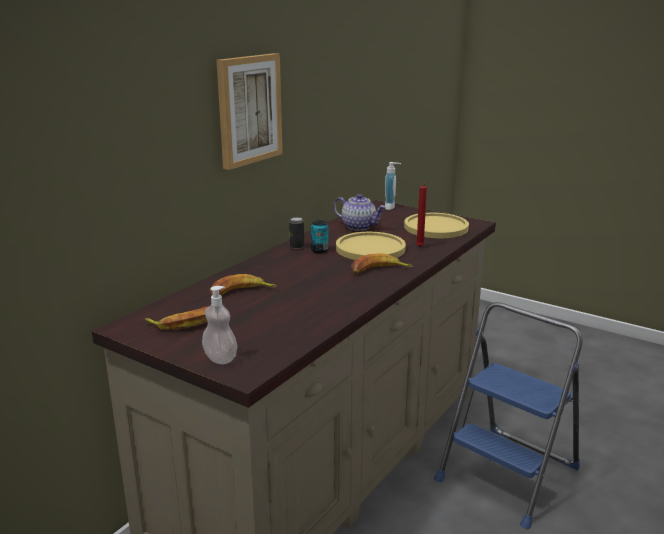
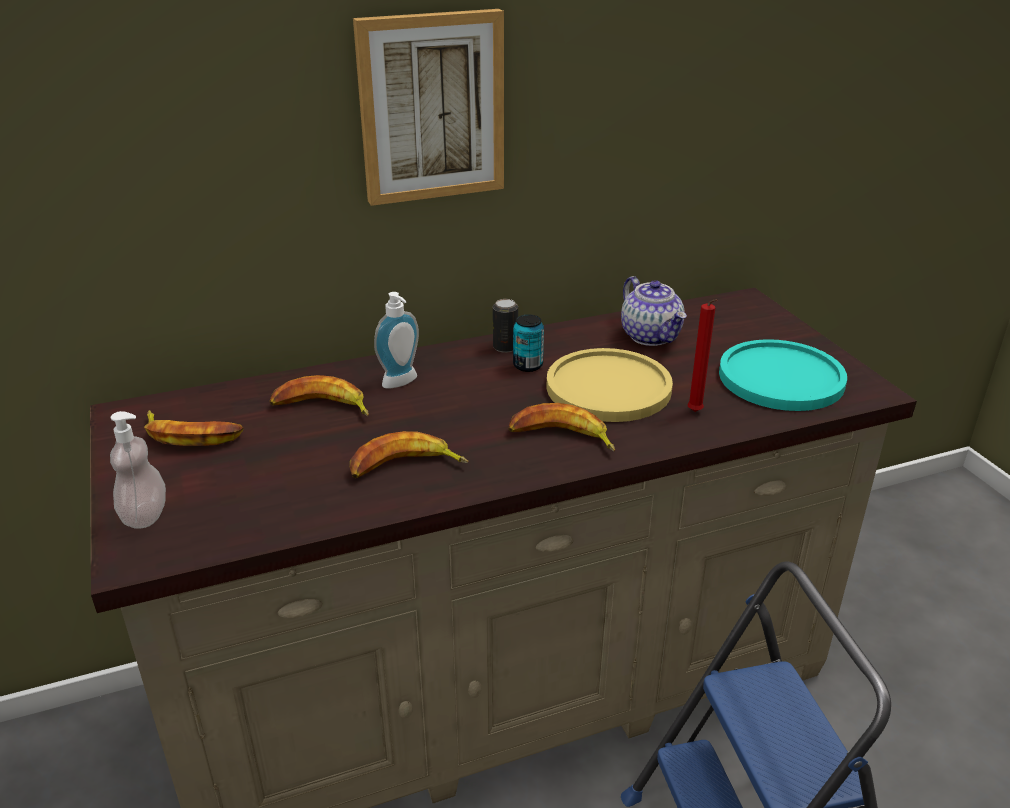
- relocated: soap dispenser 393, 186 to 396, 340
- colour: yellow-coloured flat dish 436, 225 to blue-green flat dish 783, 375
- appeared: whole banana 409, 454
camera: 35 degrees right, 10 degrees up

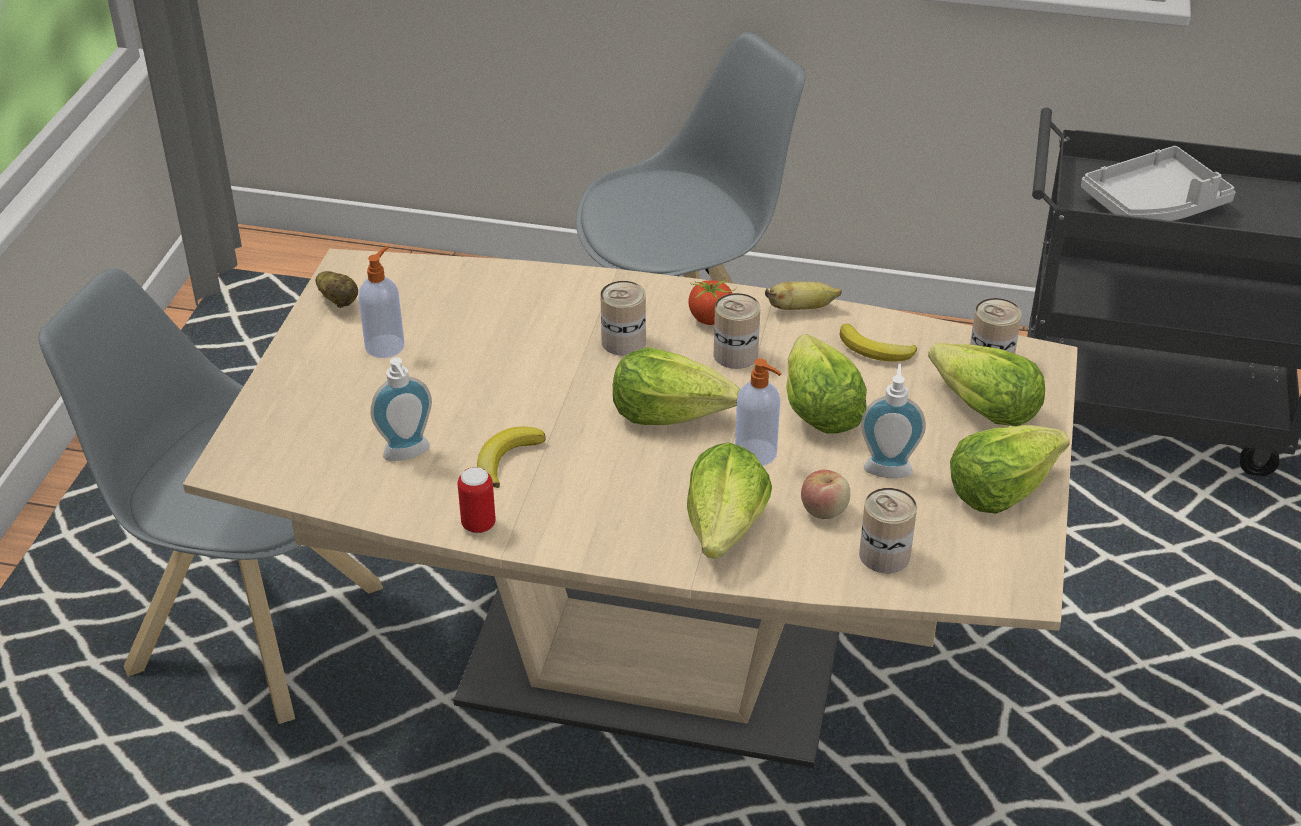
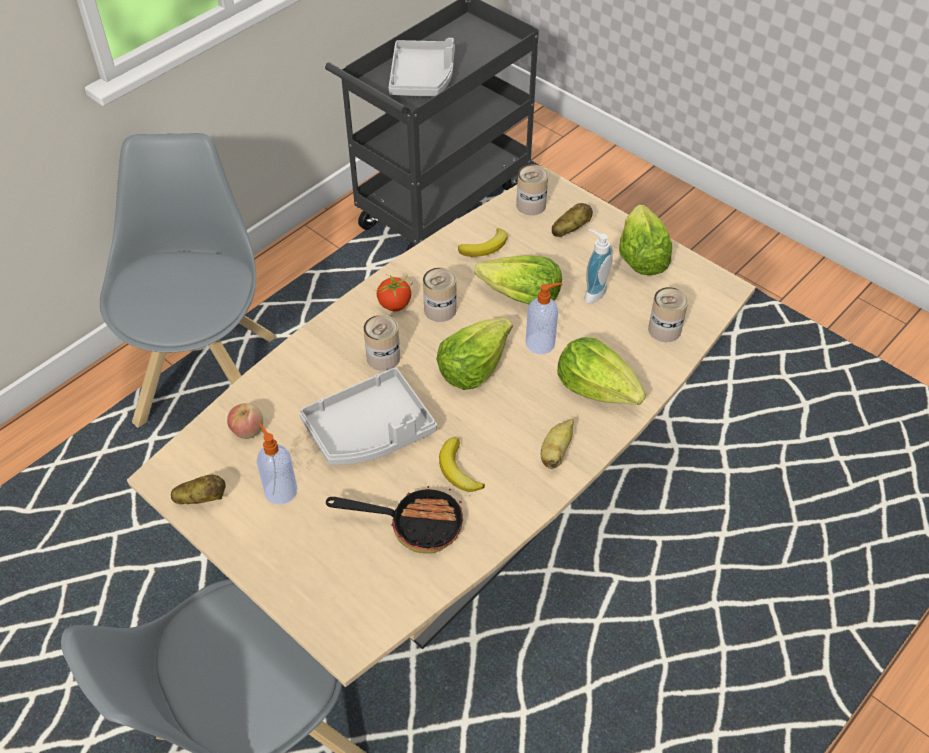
- relocated: whole banana 803, 296 to 557, 444
- exchanged: lettuce head 986, 384 to whole potato 572, 220
- exchanged: soap dispenser 401, 409 to frying pan 394, 519
- missing: metal can 477, 500
- relocated: apple fruit 825, 494 to 245, 421
- appeared: grey tray 368, 416
camera: 60 degrees left, 10 degrees up

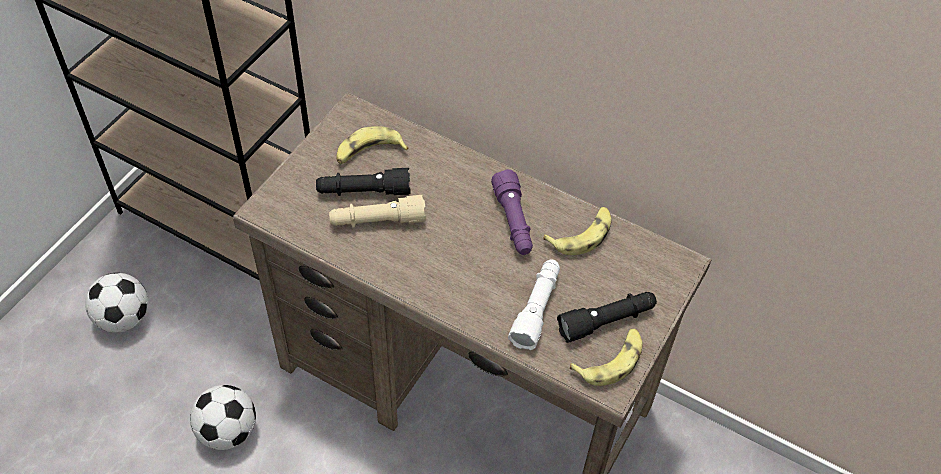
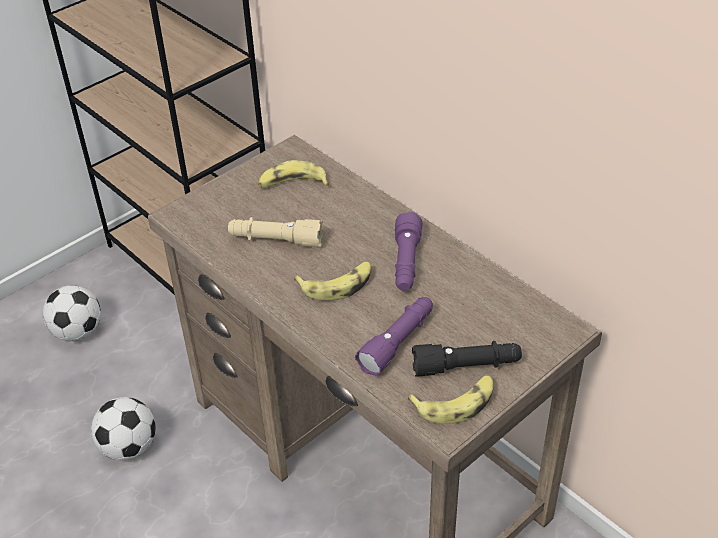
- missing: black-coloured torch 363, 182
- relocated: whole banana 577, 231 to 332, 281
- colour: white-coloured torch 534, 304 to purple torch 394, 336
camera: 20 degrees right, 10 degrees down

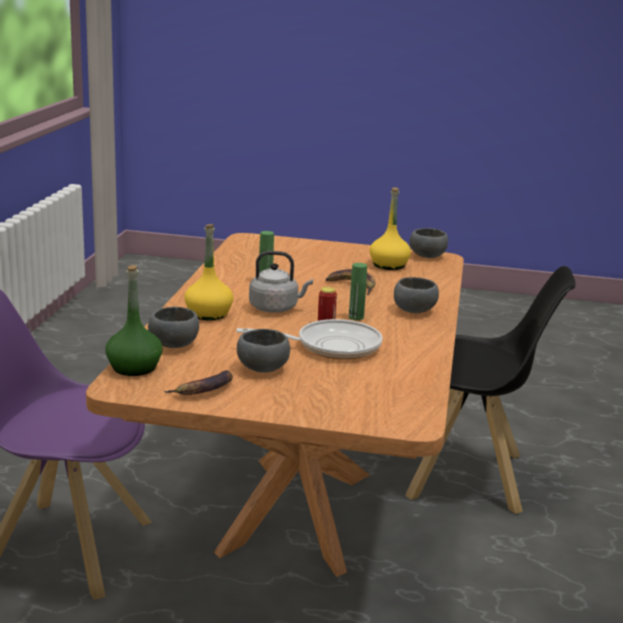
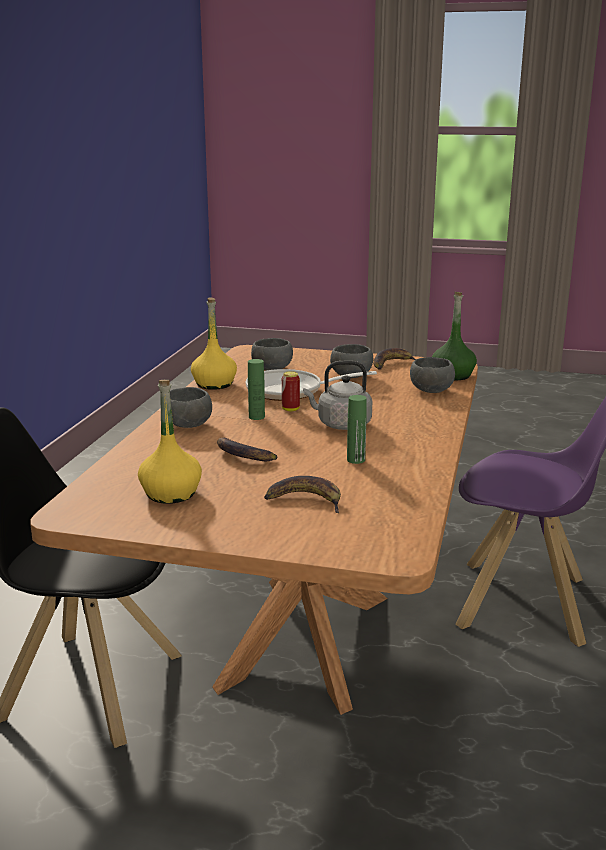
- relocated: yellow-coloured bottle 209, 272 to 214, 344
- relocated: grey serving bowl 429, 243 to 272, 354
- appeared: whole banana 302, 494
camera: 175 degrees left, 0 degrees up

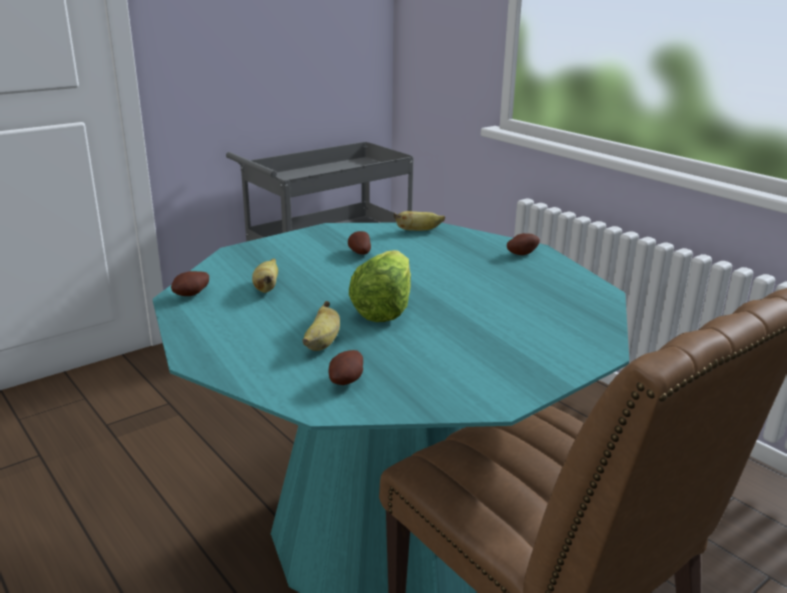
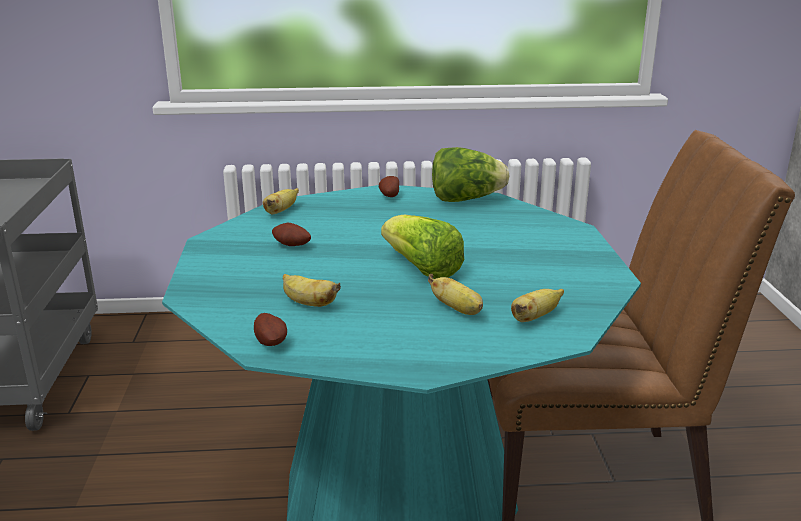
- exchanged: whole potato 346, 367 to whole banana 537, 305
- appeared: lettuce head 470, 174
camera: 55 degrees left, 0 degrees up

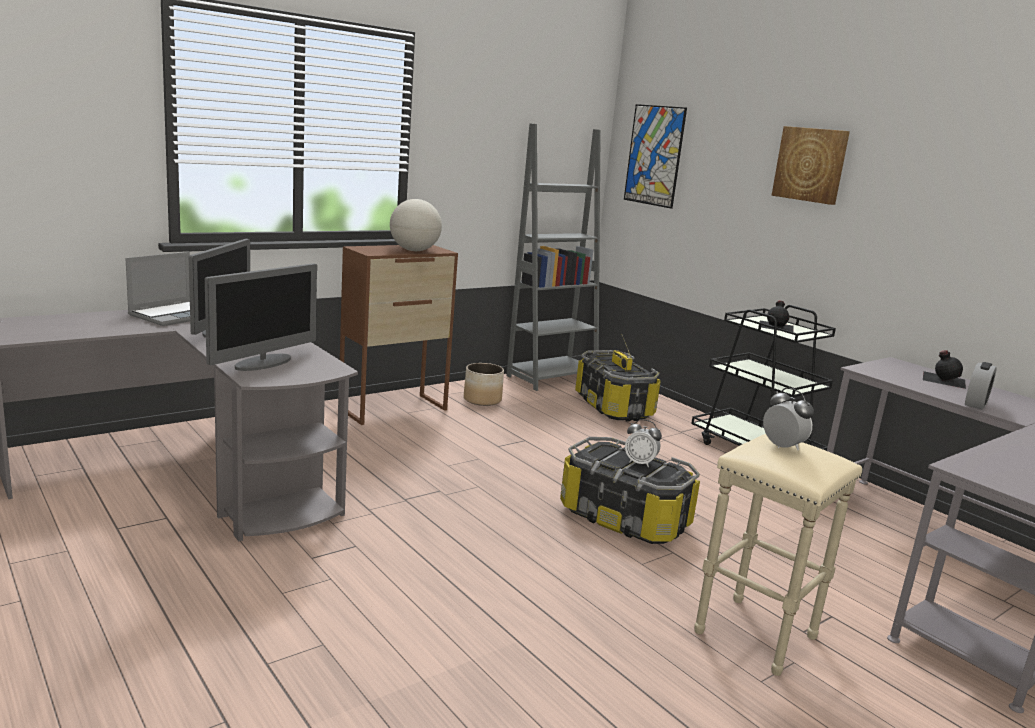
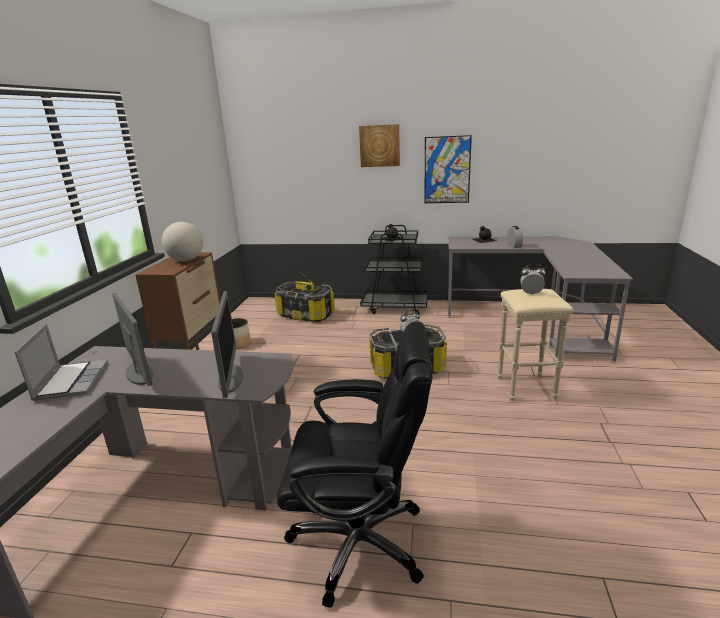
- relocated: wall art 655, 156 to 448, 169
- missing: grey bookcase 553, 257
- appeared: black-coloured desk chair 355, 464
camera: 40 degrees left, 5 degrees up

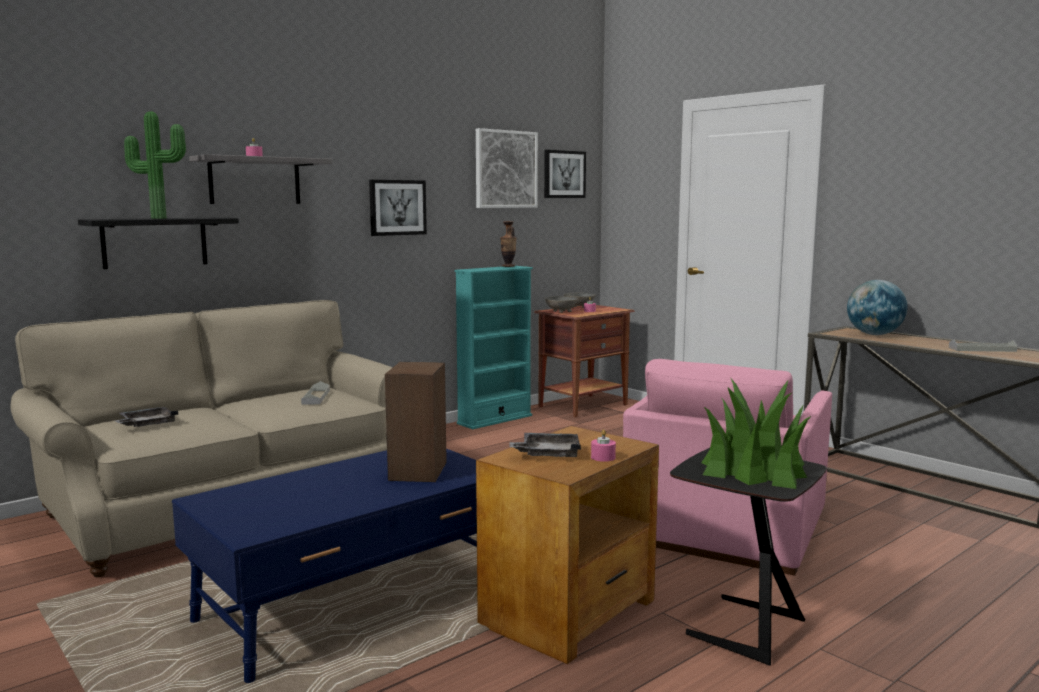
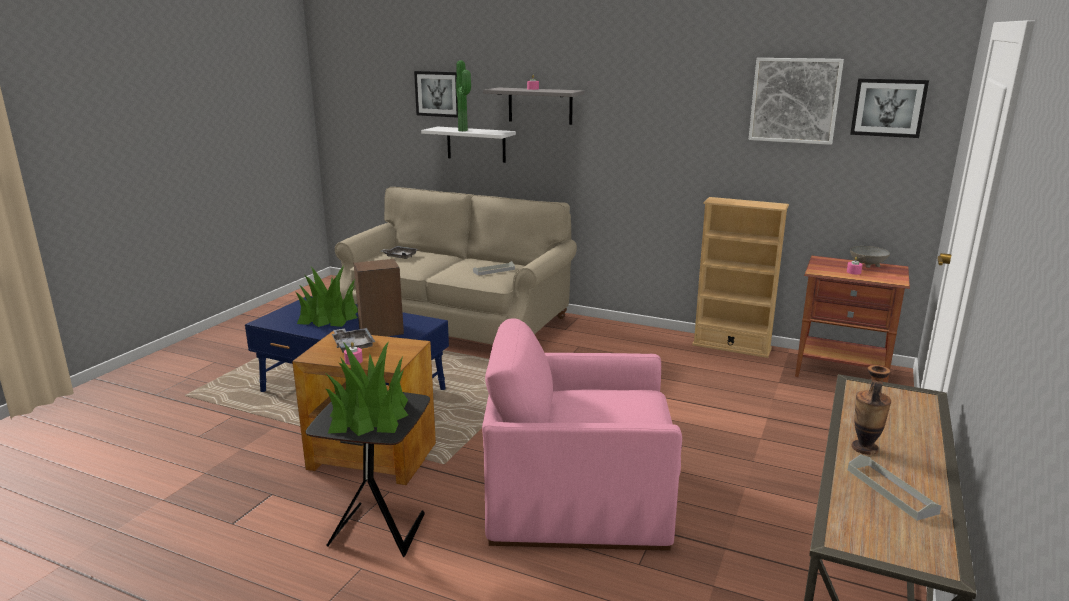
- relocated: wall art 398, 208 to 436, 94
- colour: black-coloured bracket shelf 158, 243 to white-coloured bracket shelf 468, 145
- relocated: vase 508, 244 to 871, 410
- colour: blue-green bookcase 494, 347 to beige bookcase 740, 277
- missing: world globe 877, 307
- missing: grey serving bowl 561, 304
- appeared: potted plant 327, 296
camera: 65 degrees right, 10 degrees up

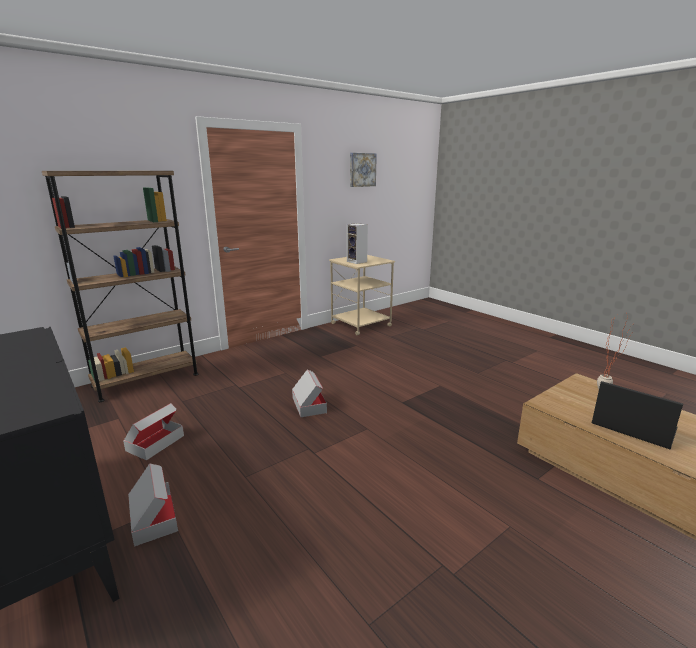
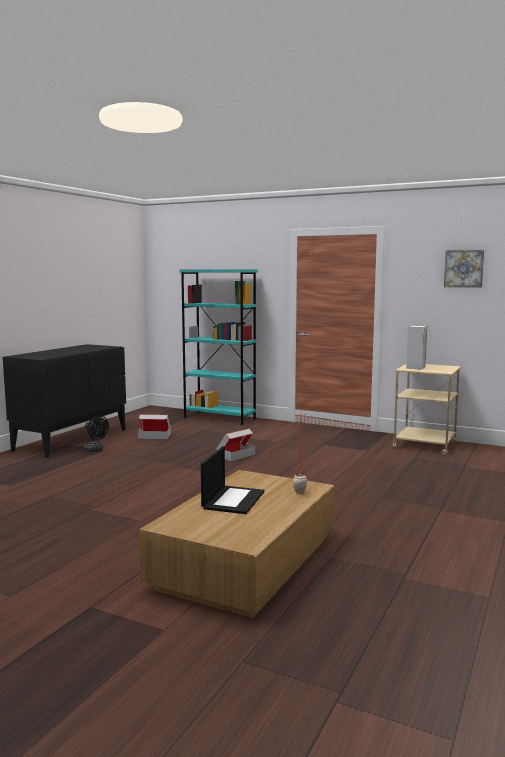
- colour: brownish bookcase 120, 286 to blue-green bookcase 218, 347
- exchanged: carton 153, 505 to black-coloured electric fan 96, 433
camera: 65 degrees right, 10 degrees down

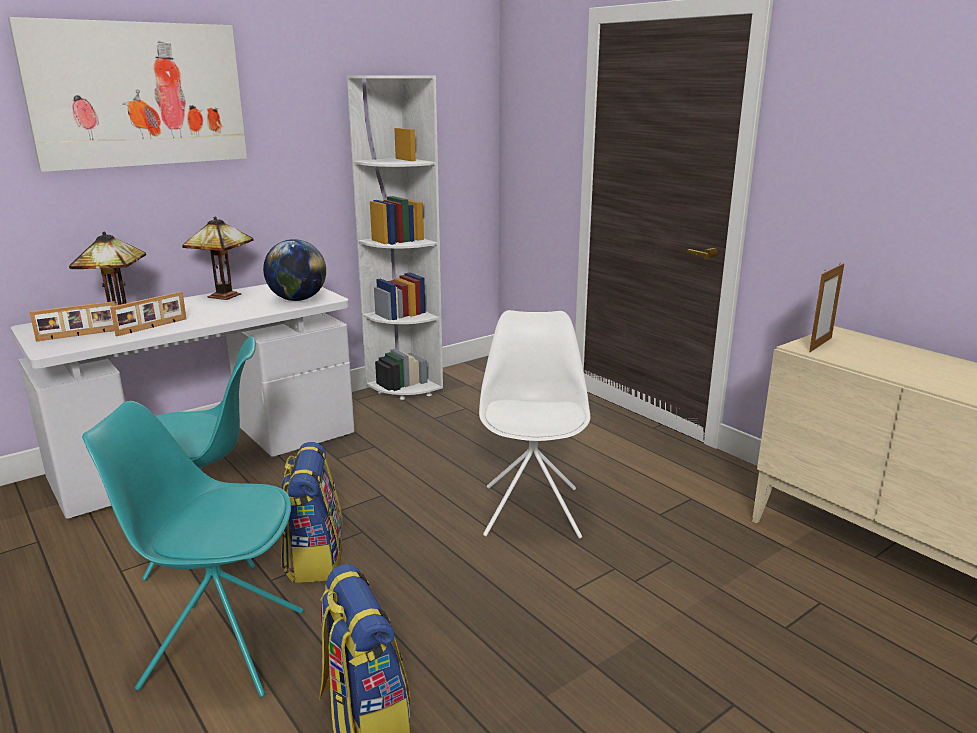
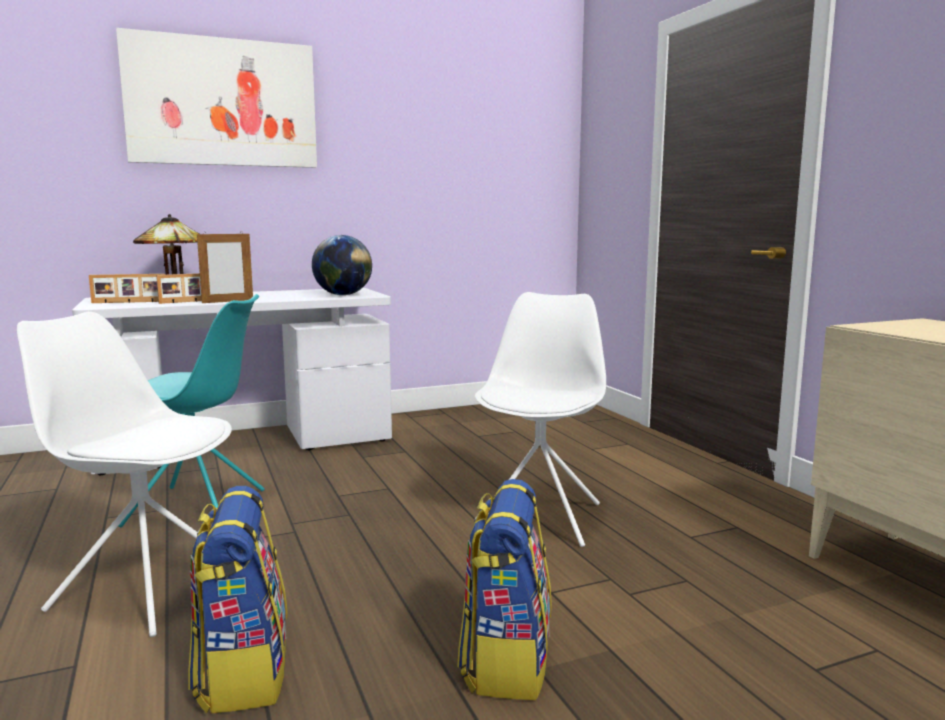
- missing: white-coloured bookcase 395, 237
- missing: lamp for a table 218, 258
- relocated: picture frame 826, 307 to 225, 267
- colour: blue-green upright chair 192, 549 to white-coloured upright chair 124, 474
- relocated: knapsack 312, 512 to 504, 589
camera: 15 degrees right, 10 degrees down

